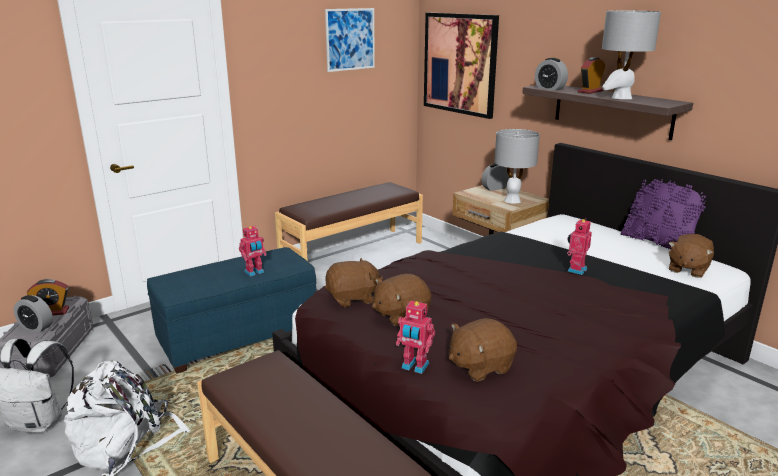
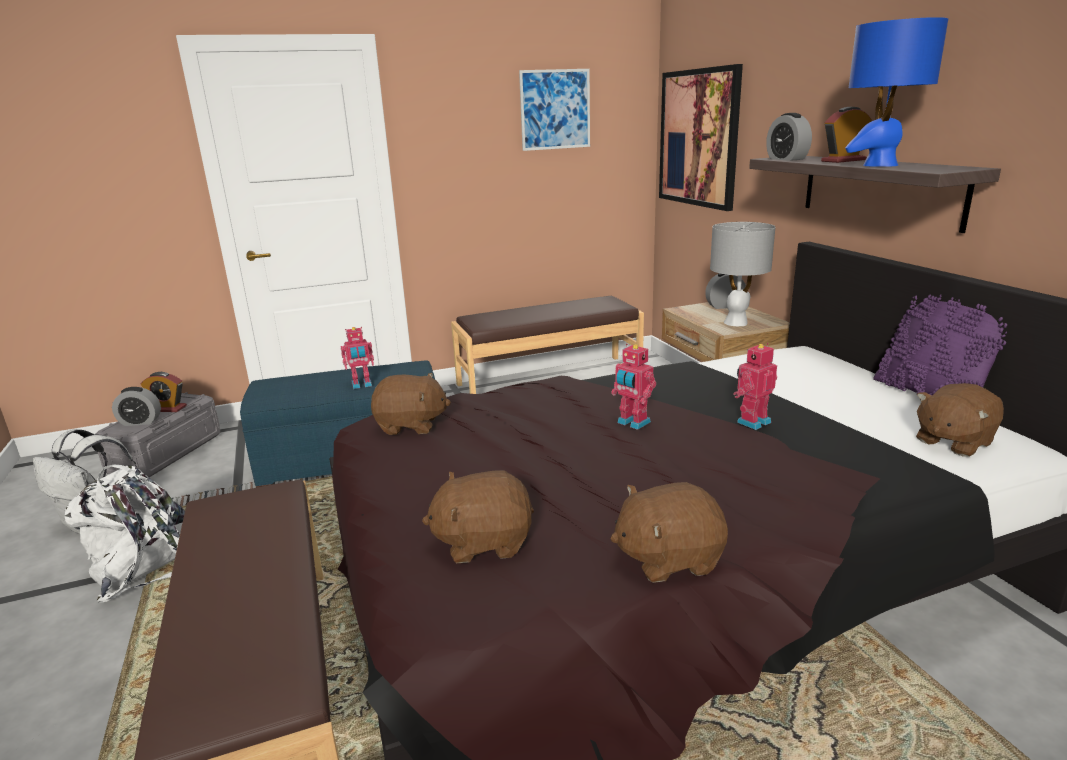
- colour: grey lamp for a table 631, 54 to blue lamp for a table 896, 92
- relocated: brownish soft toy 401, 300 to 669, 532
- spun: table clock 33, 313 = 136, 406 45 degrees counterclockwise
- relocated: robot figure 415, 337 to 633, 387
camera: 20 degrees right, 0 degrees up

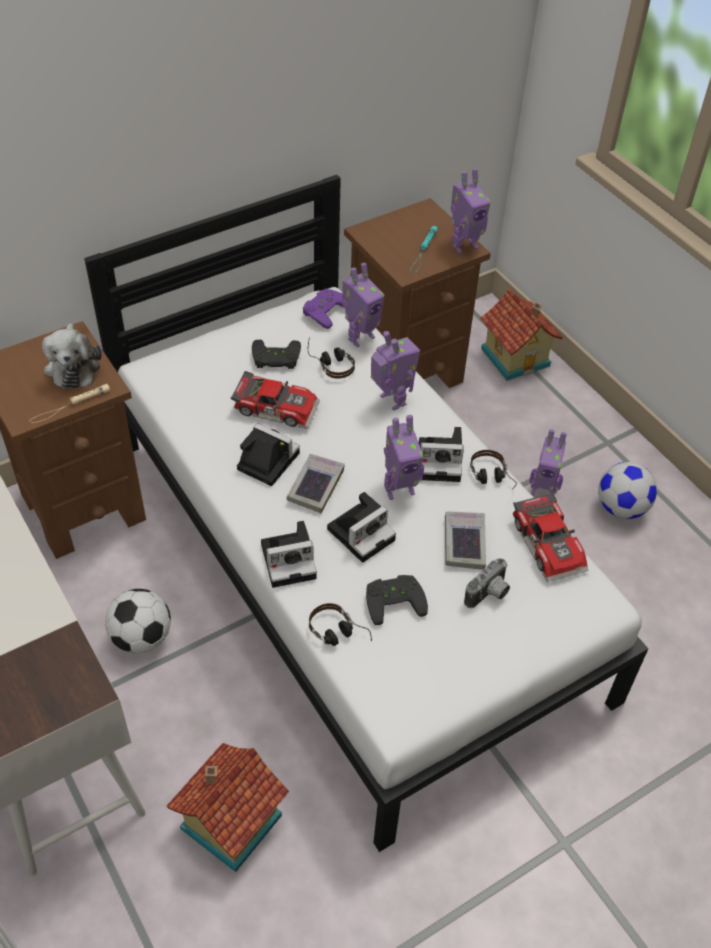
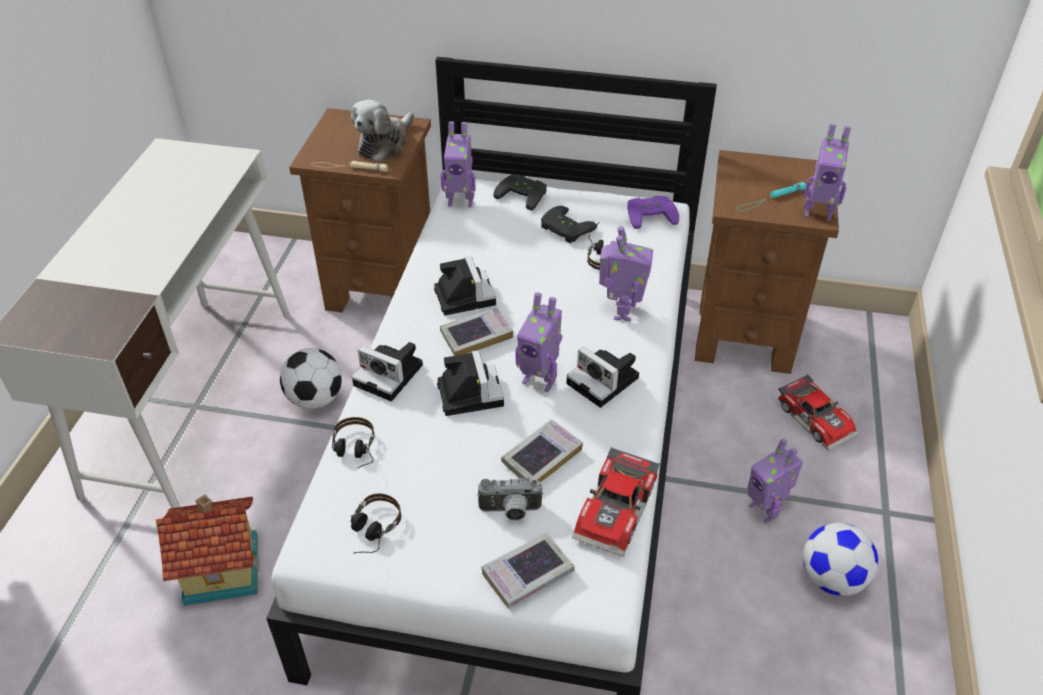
- relocated: robot figure 363, 305 to 458, 164
- missing: toy house 521, 334
- relocated: toy car 275, 400 to 818, 412
- relocated: pair of headphones 493, 470 to 376, 523
- spun: photo camera 361, 527 = 470, 383 105 degrees counterclockwise
- relocated: black-coloured game controller 397, 600 to 520, 192
- appeared: book 528, 571
camera: 45 degrees right, 5 degrees down

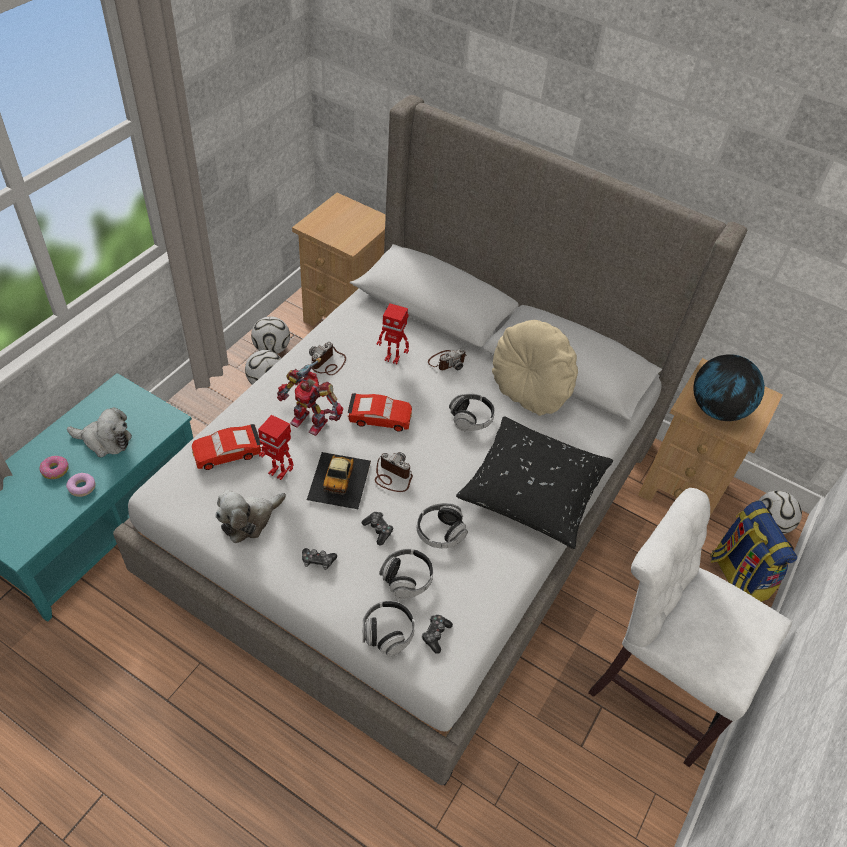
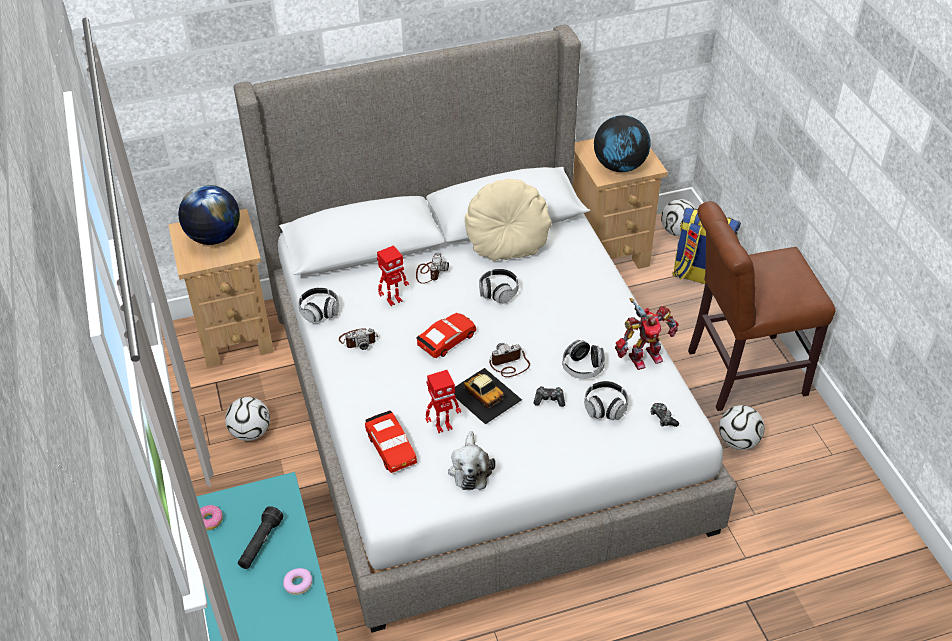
- relocated: ball for football 270, 335 to 742, 427
- spun: photo camera 327, 358 = 358, 339 90 degrees counterclockwise
- relocated: robot figure 310, 397 to 647, 334
- exchanged: soft toy 99, 432 to black-coloured torch 261, 537
- missing: black-coloured throw pillow 534, 482
- spun: red-coloured toy car 227, 447 = 391, 442 45 degrees counterclockwise
- relocated: doughnut 54, 467 to 211, 517
- colour: white-coloured upright chair 690, 627 to brownish upright chair 761, 306
- missing: game controller 319, 559
- relocated: pair of headphones 389, 629 to 318, 305
- appeared: world globe 209, 215
camera: 45 degrees left, 5 degrees down

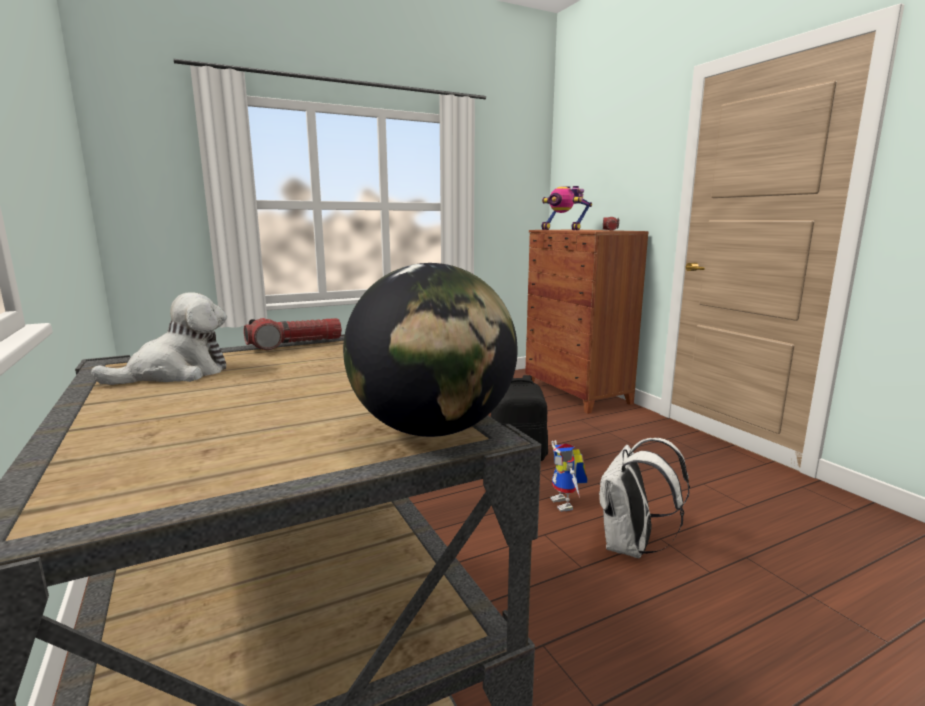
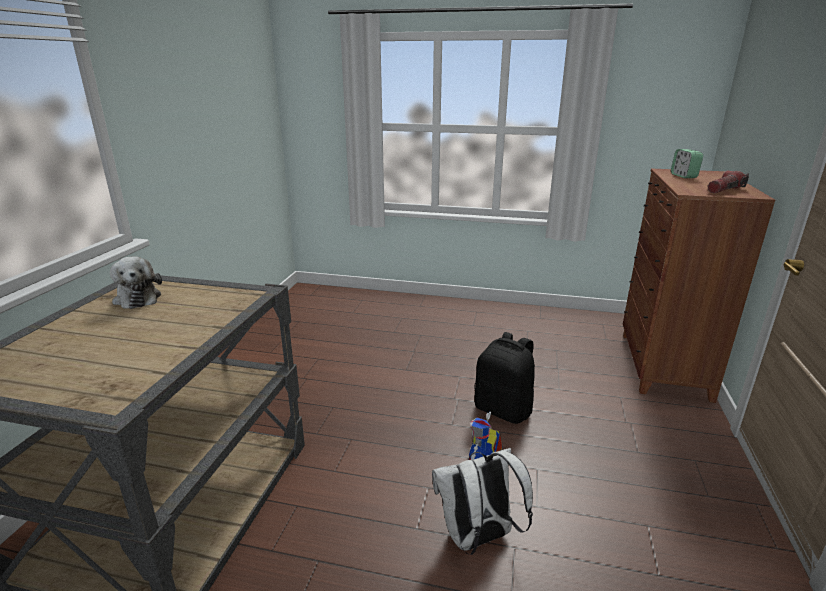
- exchanged: robot figure 567, 208 to table clock 687, 163
- missing: world globe 430, 350
- spun: soft toy 159, 338 = 136, 283 60 degrees clockwise
- missing: torch 293, 334
camera: 40 degrees right, 10 degrees up

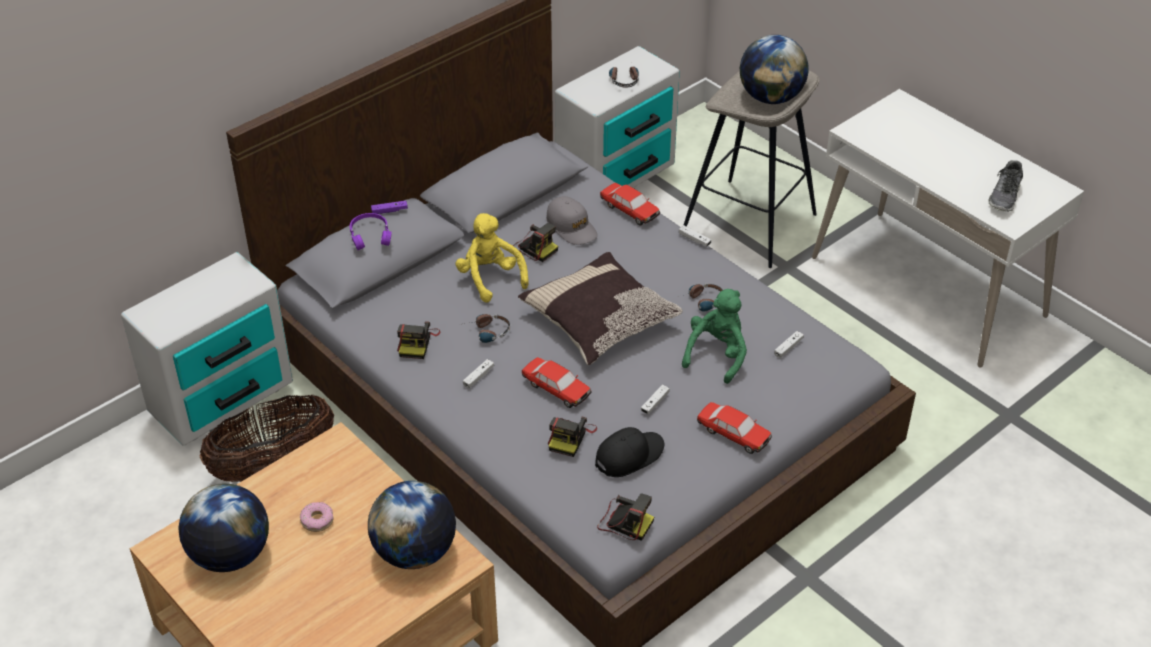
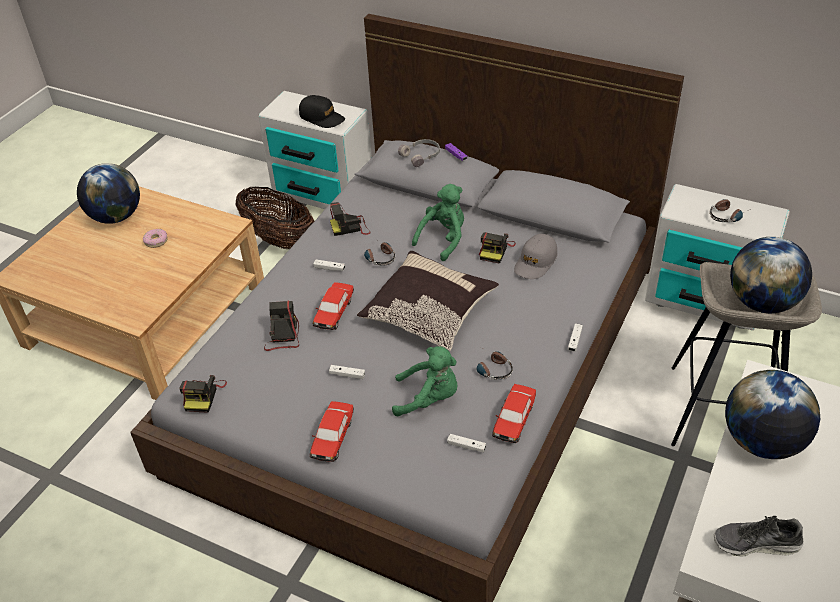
- relocated: toy car 630, 204 to 514, 413
- colour: purple pair of headphones 371, 231 to grey pair of headphones 419, 153
- colour: yellow-coloured soft toy 492, 258 to green-coloured soft toy 438, 222
- spun: photo camera 572, 437 = 281, 326 90 degrees clockwise
- relocated: black-coloured peaked cap 629, 452 to 322, 111
- relocated: world globe 412, 525 to 772, 414
camera: 70 degrees right, 0 degrees up

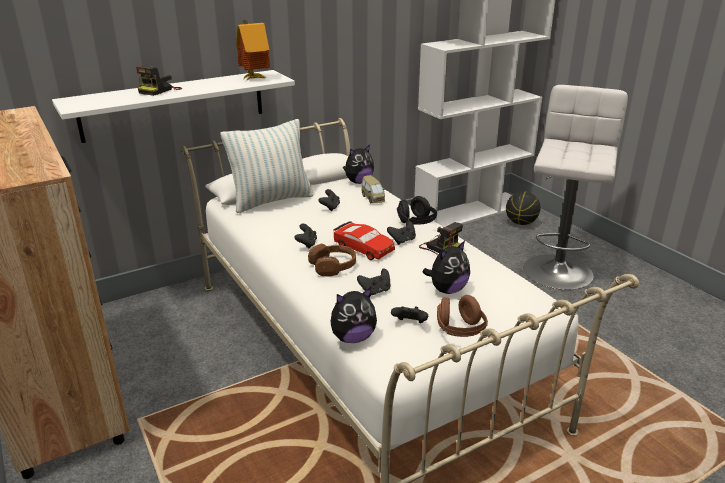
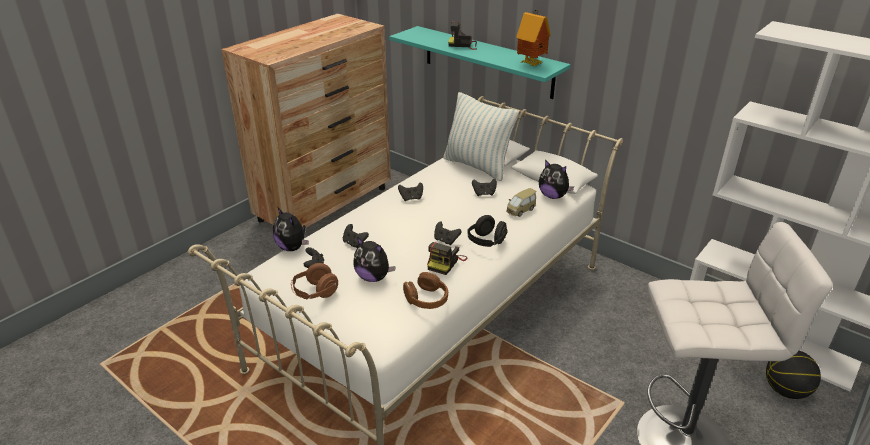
- colour: white-coloured bracket shelf 173, 106 to blue-green bracket shelf 480, 62
- missing: red-coloured toy car 364, 240
- relocated: brownish pair of headphones 332, 260 to 425, 290
camera: 70 degrees right, 5 degrees up

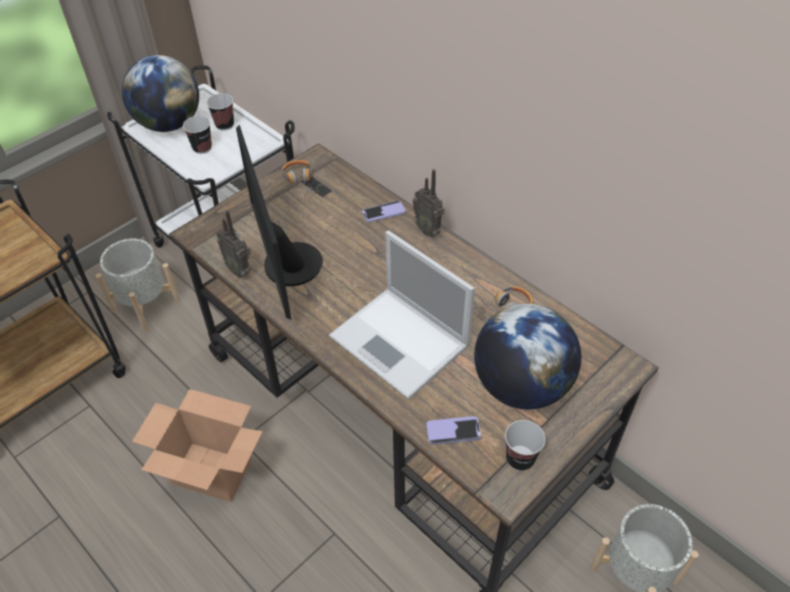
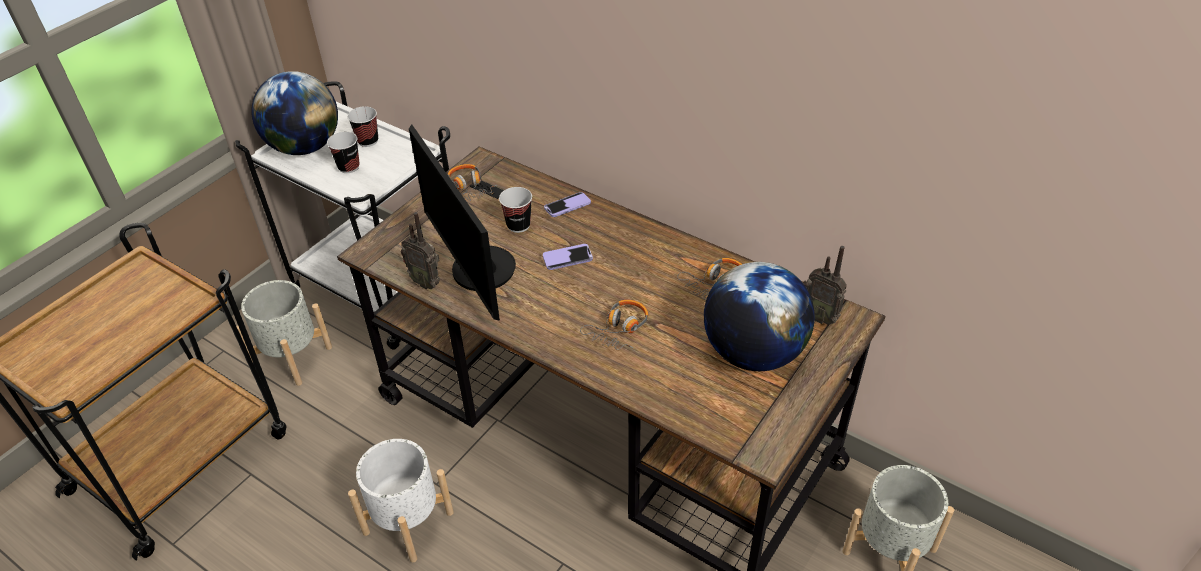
- relocated: radio receiver 428, 203 to 825, 285
- exchanged: notebook computer 402, 315 to pair of headphones 614, 325
- exchanged: carton 197, 445 to white-coloured plant pot 401, 500
- relocated: phone 453, 430 to 568, 257
- relocated: drinking cup 525, 445 to 515, 210
camera: 10 degrees left, 5 degrees down

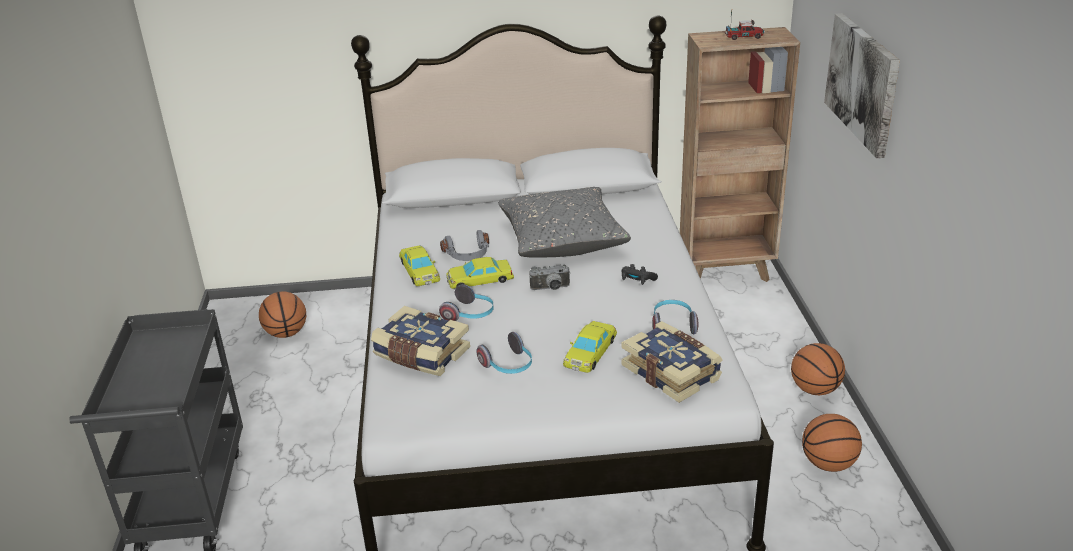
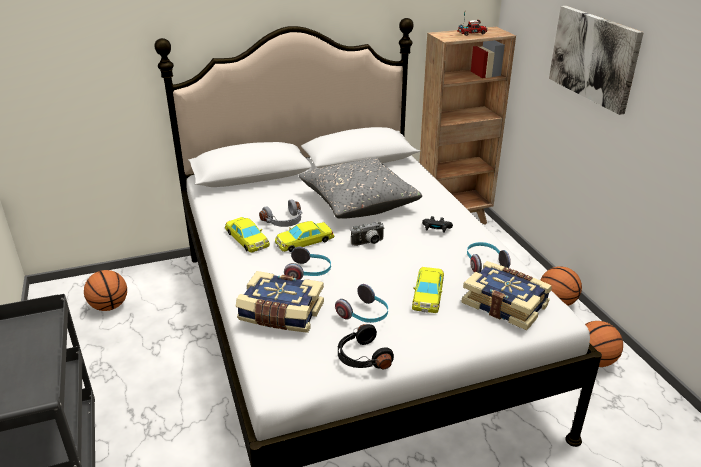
- appeared: black-coloured pair of headphones 366, 346
camera: 15 degrees left, 0 degrees up

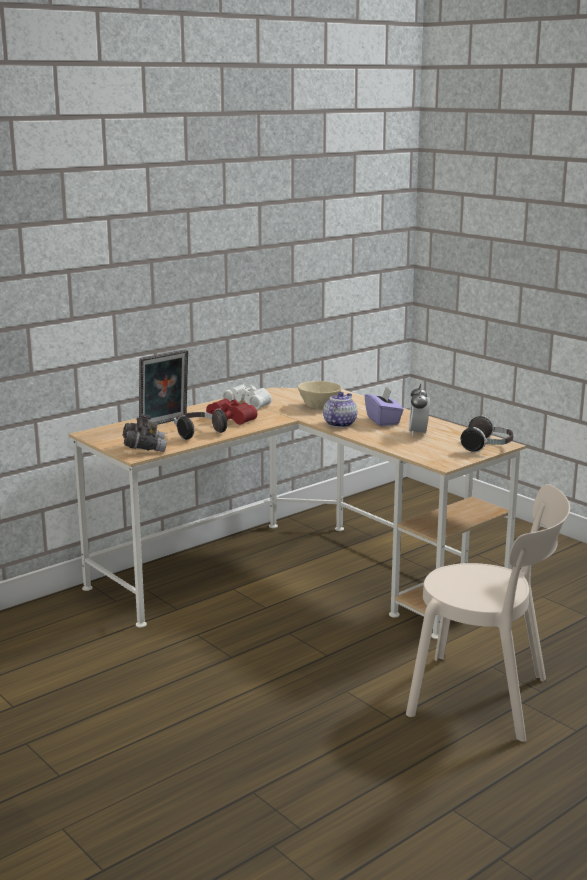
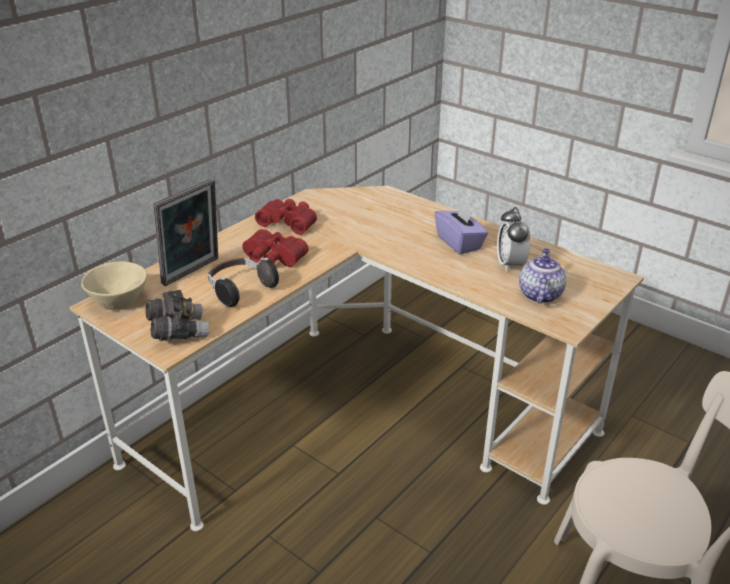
- relocated: beige serving bowl 320, 395 to 114, 285
- colour: white-coloured pair of binoculars 247, 397 to red-coloured pair of binoculars 286, 217
- relocated: teapot 340, 410 to 542, 275
- missing: pair of headphones 487, 434
camera: 10 degrees left, 15 degrees up

